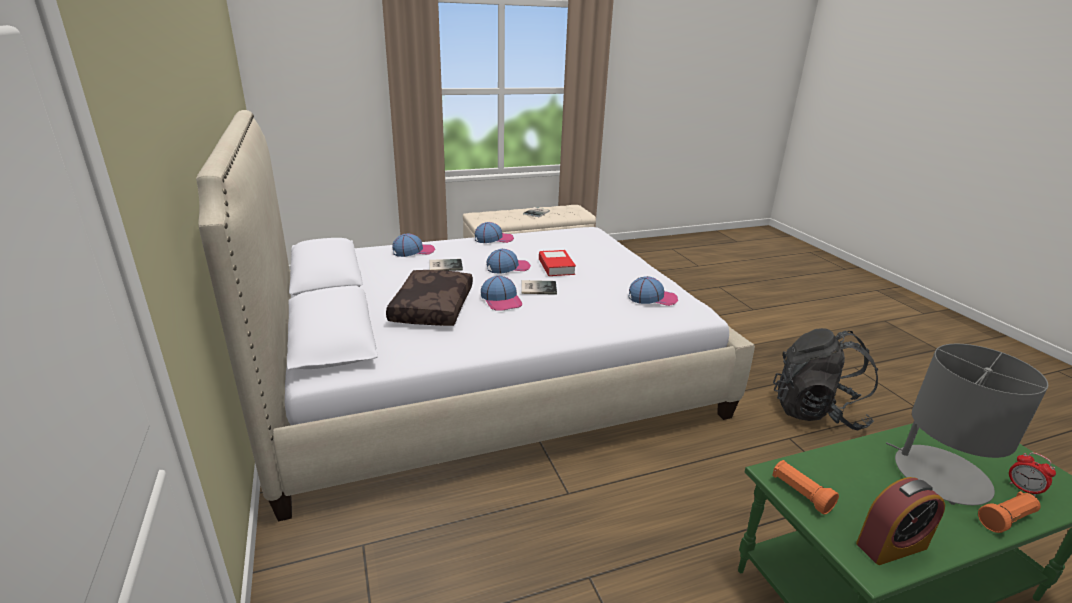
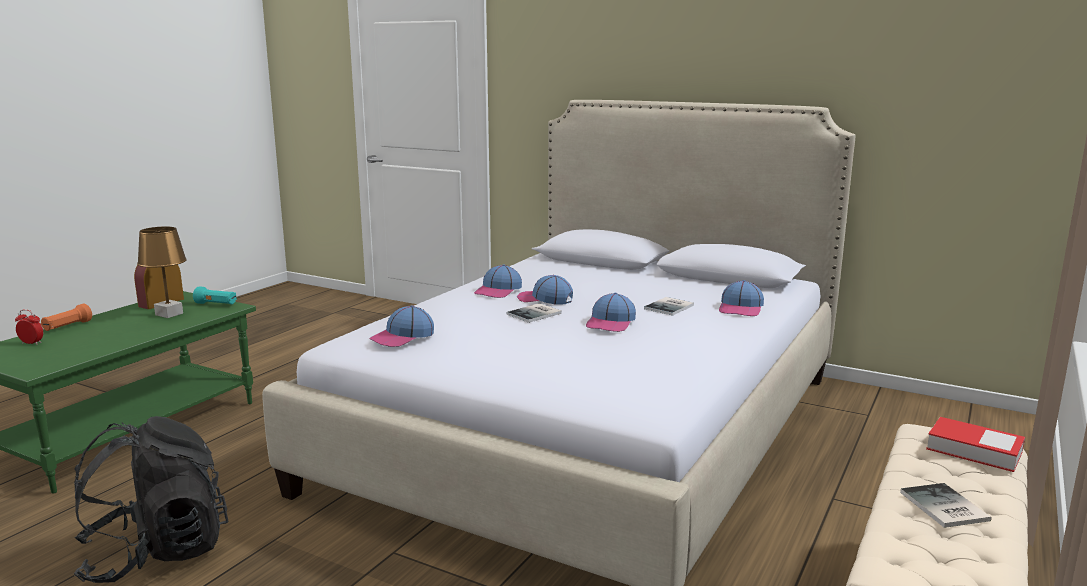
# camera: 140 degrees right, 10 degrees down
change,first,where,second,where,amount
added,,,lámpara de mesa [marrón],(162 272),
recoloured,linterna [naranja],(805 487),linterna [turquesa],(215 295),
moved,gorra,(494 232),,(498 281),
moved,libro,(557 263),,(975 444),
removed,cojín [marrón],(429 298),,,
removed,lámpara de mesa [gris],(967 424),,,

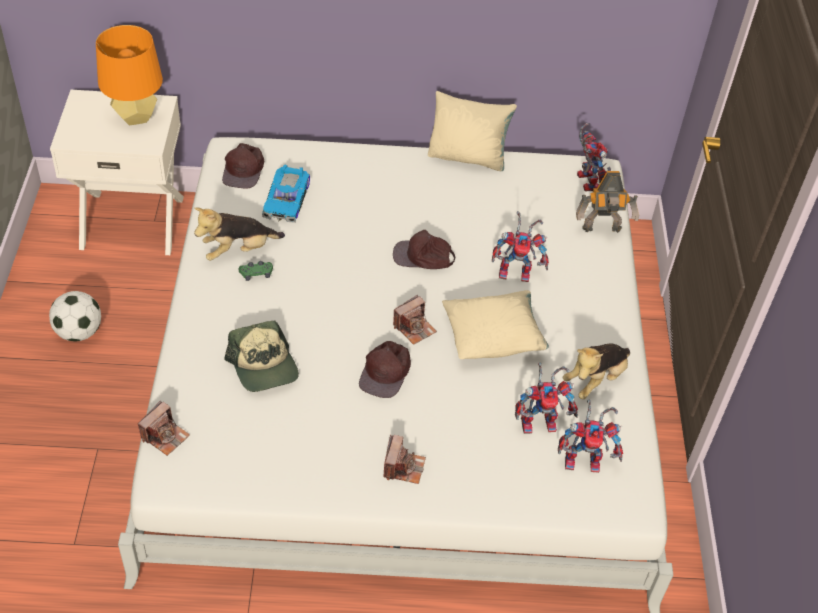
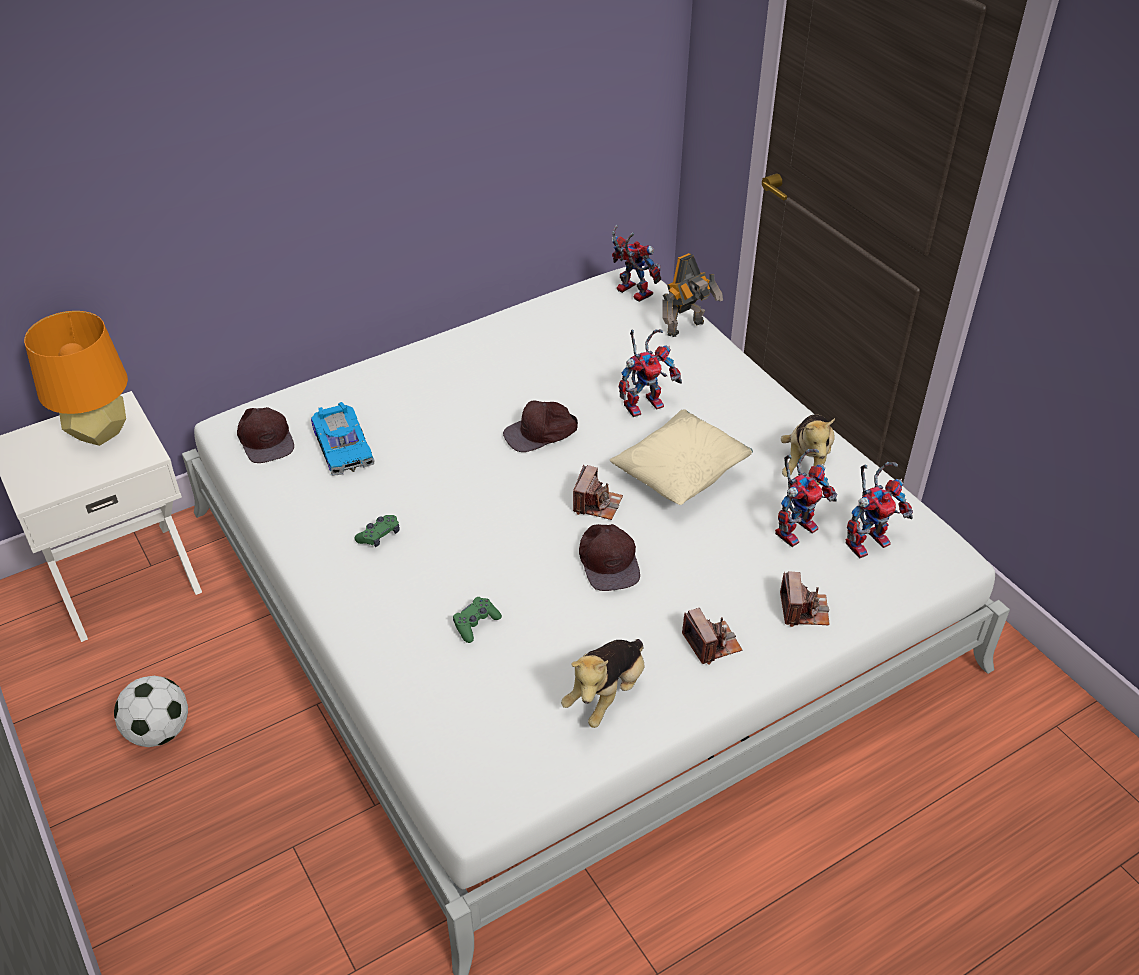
# camera: 30 degrees left, 5 degrees down
change,first,where,second,where,amount
replaced,gorra,(261 356),mando de consola [verde],(477 620),
moved,peluche,(239 233),,(603 683),
moved,cámara,(164 428),,(805 599),
removed,cojín [beis],(472 131),,,

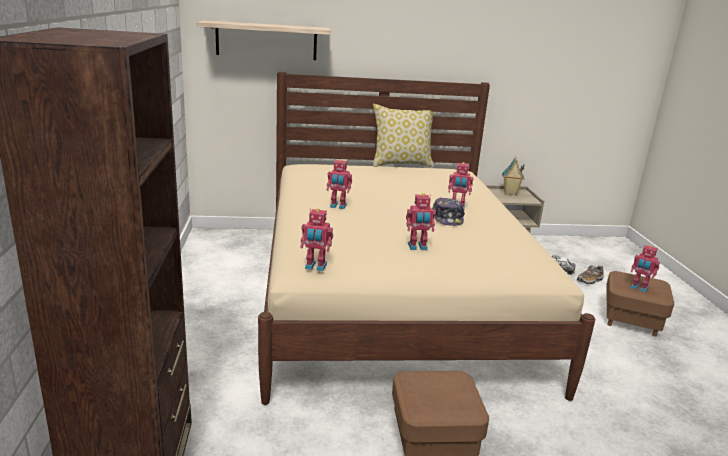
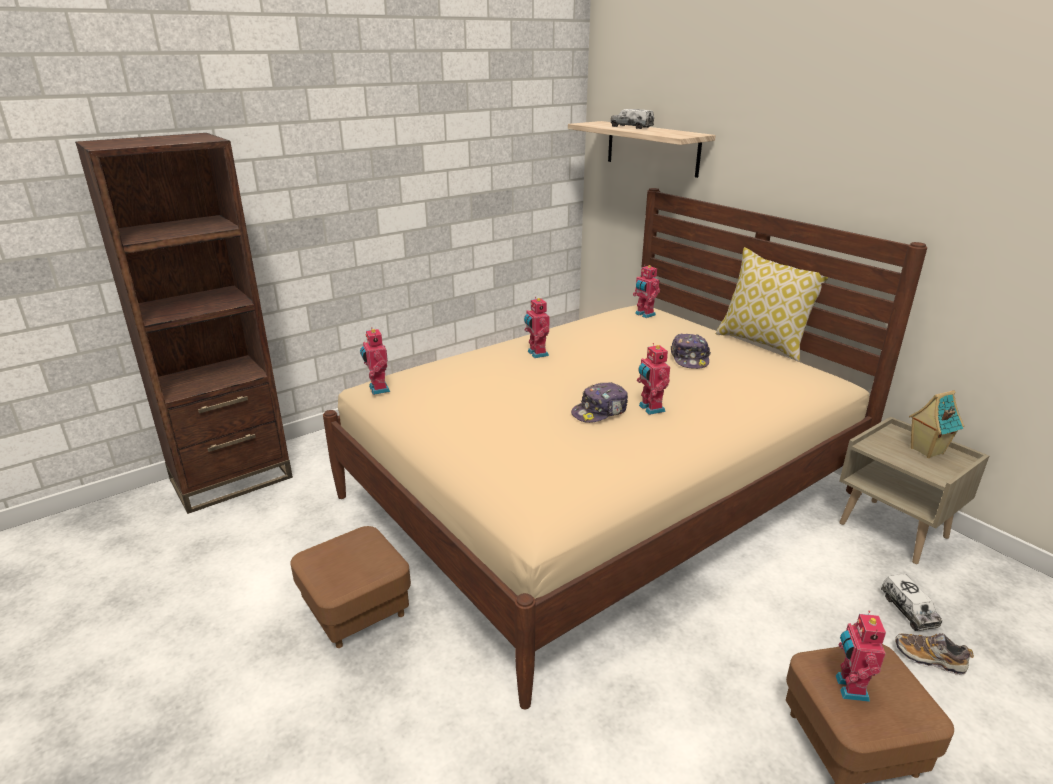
# camera: 60 degrees right, 5 degrees up
change,first,where,second,where,amount
added,,,camión de juguete,(632 119),
moved,robot de juguete,(421 221),,(646 291),
added,,,gorra,(691 351),

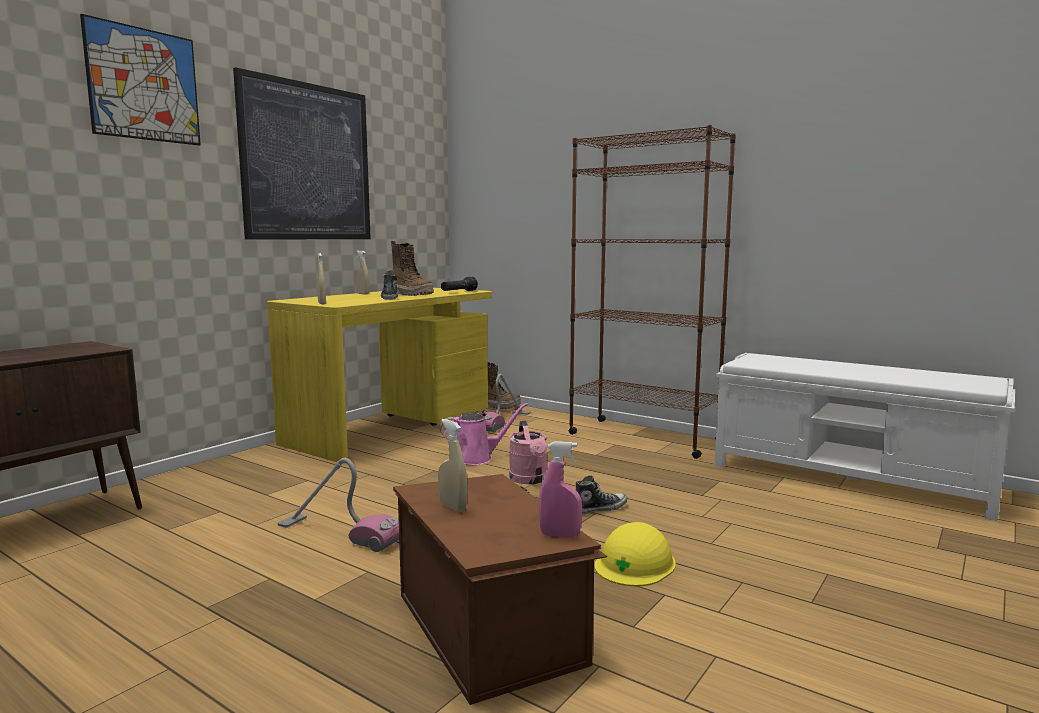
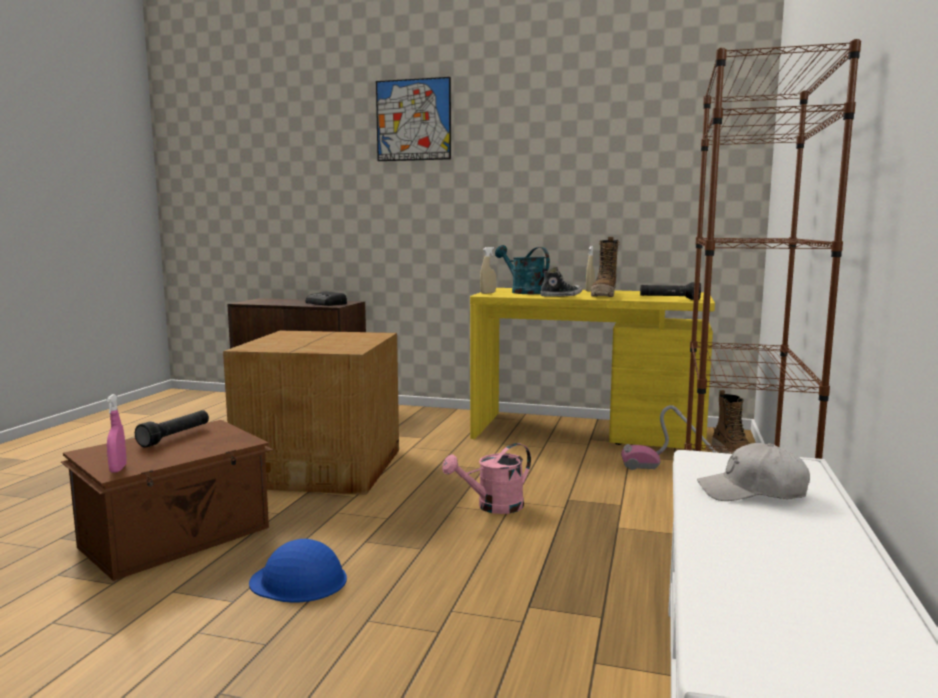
# camera: 70 degrees right, 0 degrees up
change,first,where,second,where,amount
replaced,pulverizador [beis],(453 465),linterna [negro],(172 429),
replaced,aspiradora,(338 505),caja de cartón,(311 413),
recoloured,casco [amarillo],(635 554),casco [azul],(298 571),
added,,,radio,(326 298),
added,,,regadera [turquesa],(522 269),
added,,,gorra [blanco],(753 472),
removed,cuadro,(302 153),,,
removed,regadera [rosa],(483 434),,,
removed,zapato,(601 494),,,

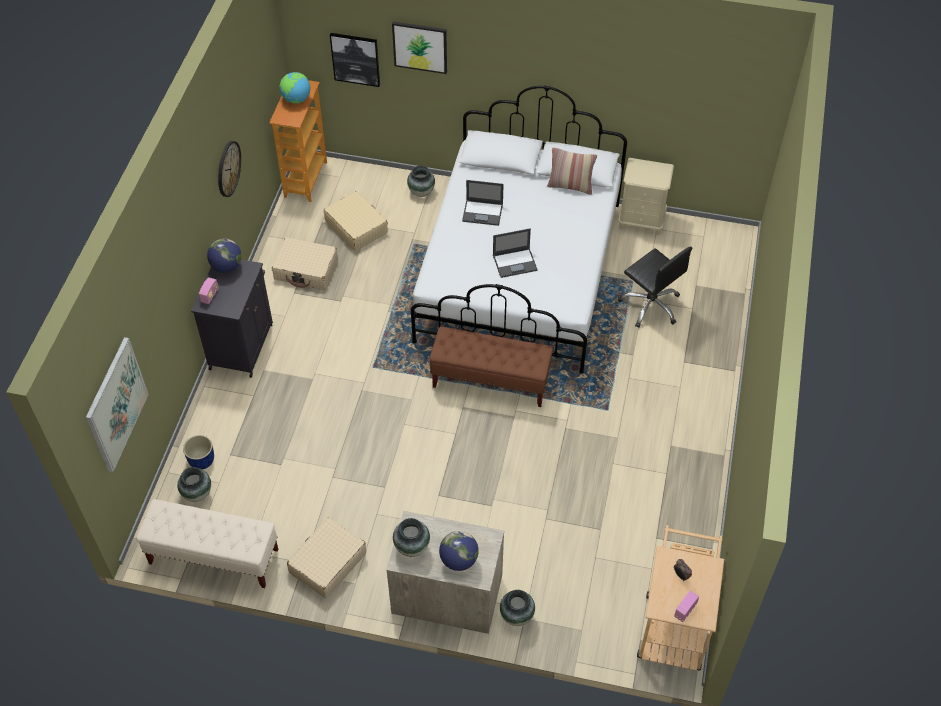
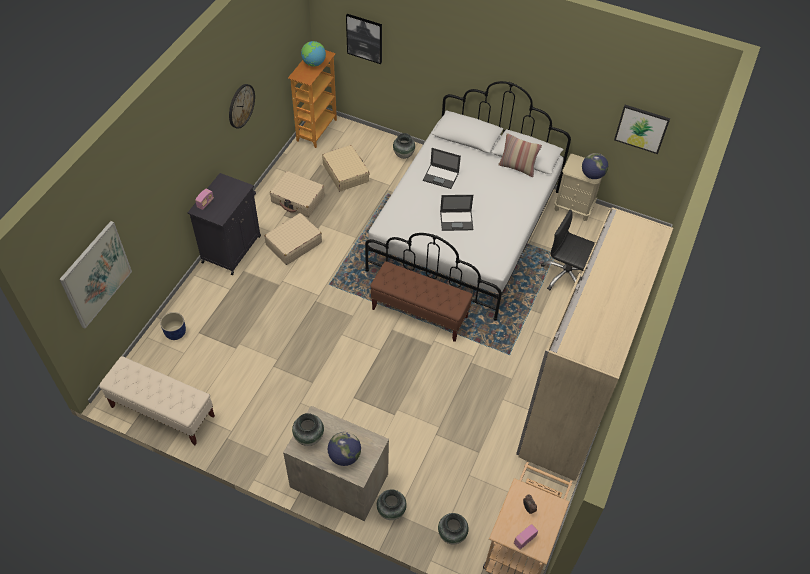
# camera: 10 degrees right, 0 degrees up
change,first,where,second,where,amount
moved,maleta [beis],(326 557),,(293 239),
moved,florero,(194 484),,(453 528),
added,,,armario ropero [beis],(594 344),
turned,silla de oficina [negro],(655 287),,(568 250),150 degrees clockwise
moved,globo terráqueo,(224 256),,(595 166),
moved,cuadro,(419 48),,(642 129),

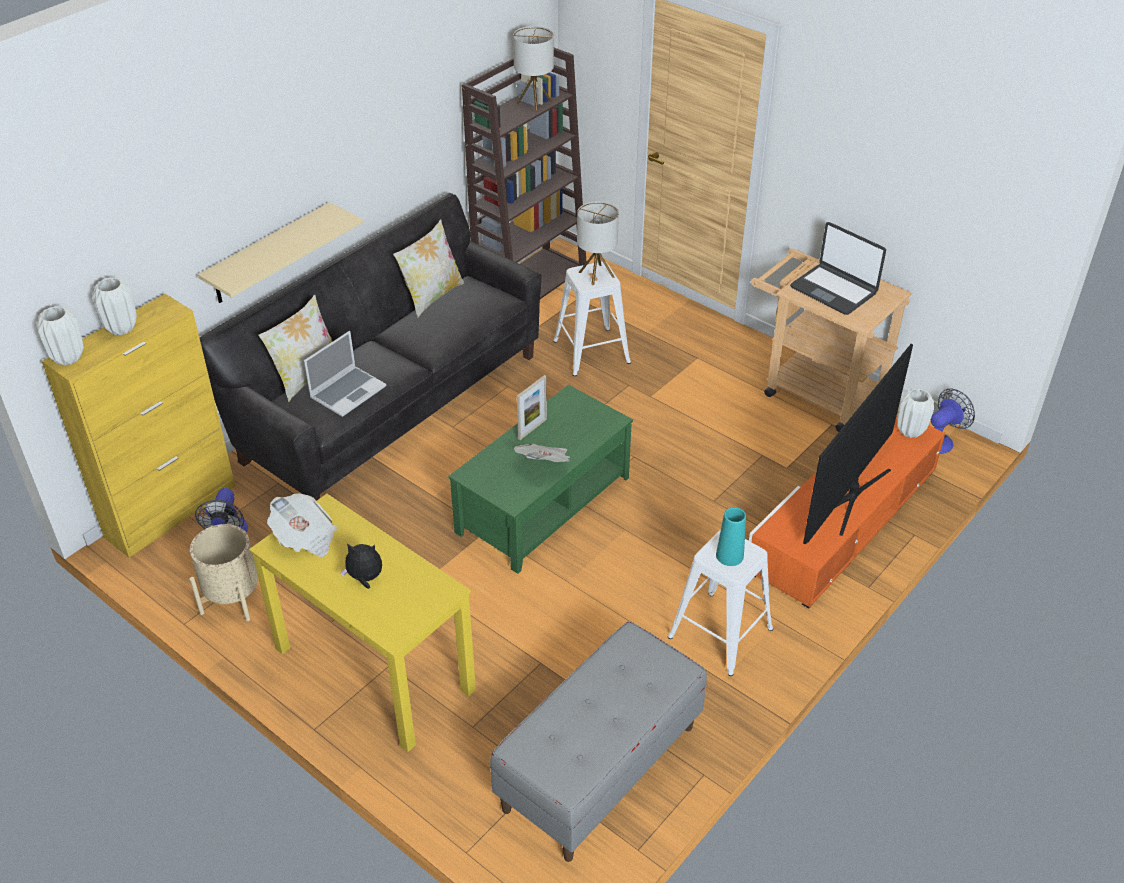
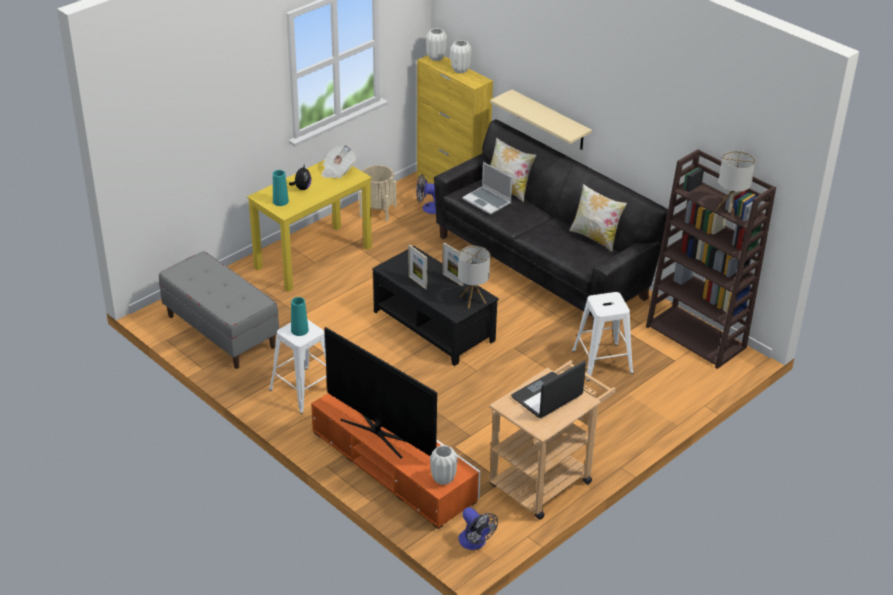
# camera: 95 degrees right, 5 degrees down
change,first,where,second,where,amount
added,,,florero [turquesa],(281 188),
recoloured,mesa de centro [verde],(540 479),mesa de centro [negro],(435 306),
replaced,periódico,(542 453),portarretratos,(417 267),
moved,lámpara de mesa,(598 243),,(474 277),

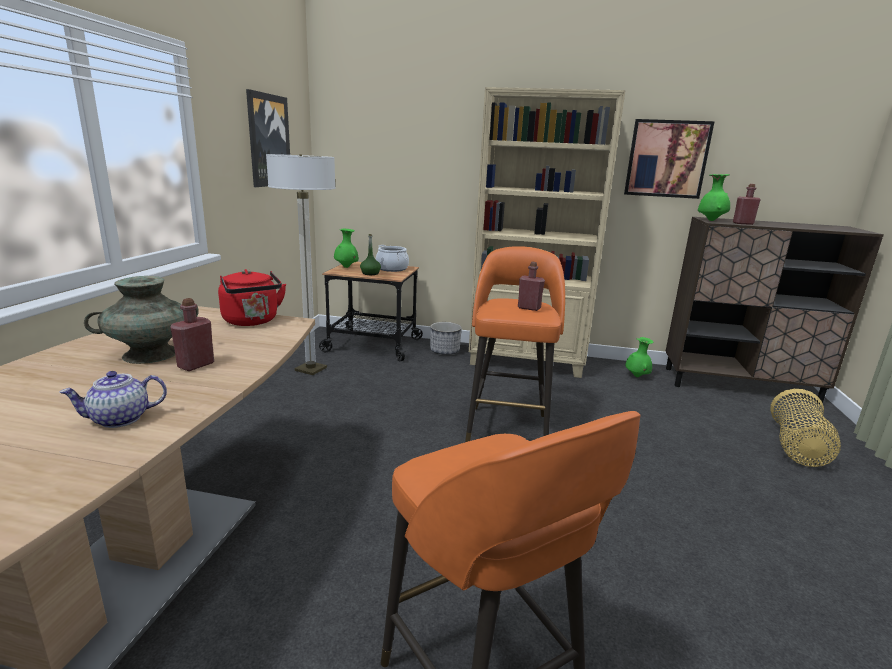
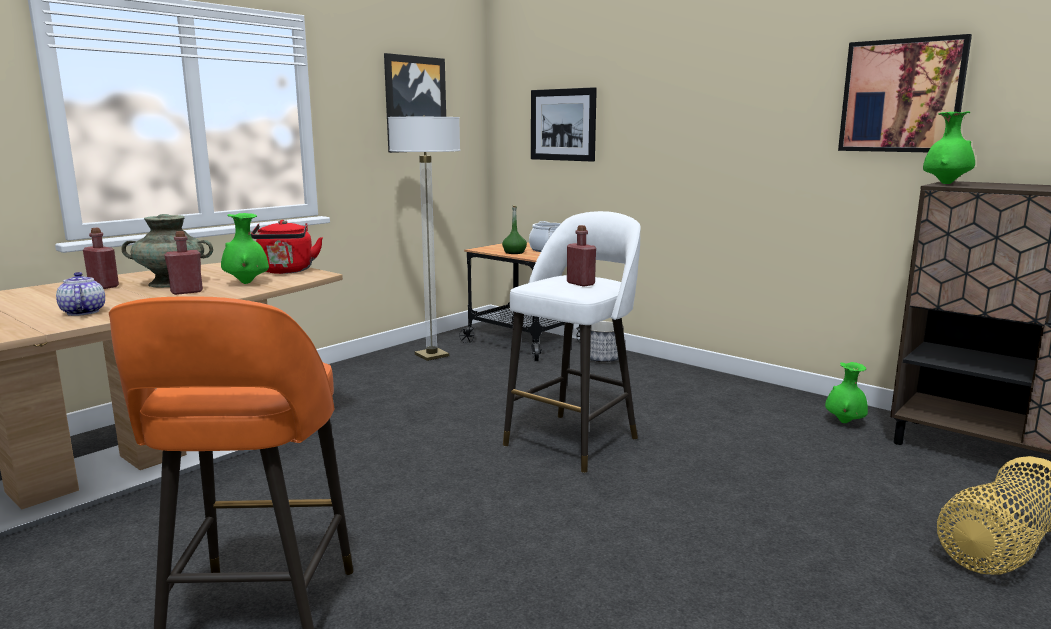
# camera: 30 degrees right, 5 degrees down
change,first,where,second,where,amount
turned,tetera,(113 399),,(80 294),60 degrees clockwise
moved,botella [rojo],(747 204),,(101 258),
moved,florero [verde],(346 248),,(245 248),
recoloured,taburete [naranja],(515 344),taburete [blanco],(572 342),
added,,,cuadro,(564 124),
removed,estantería [beis],(547 232),,,

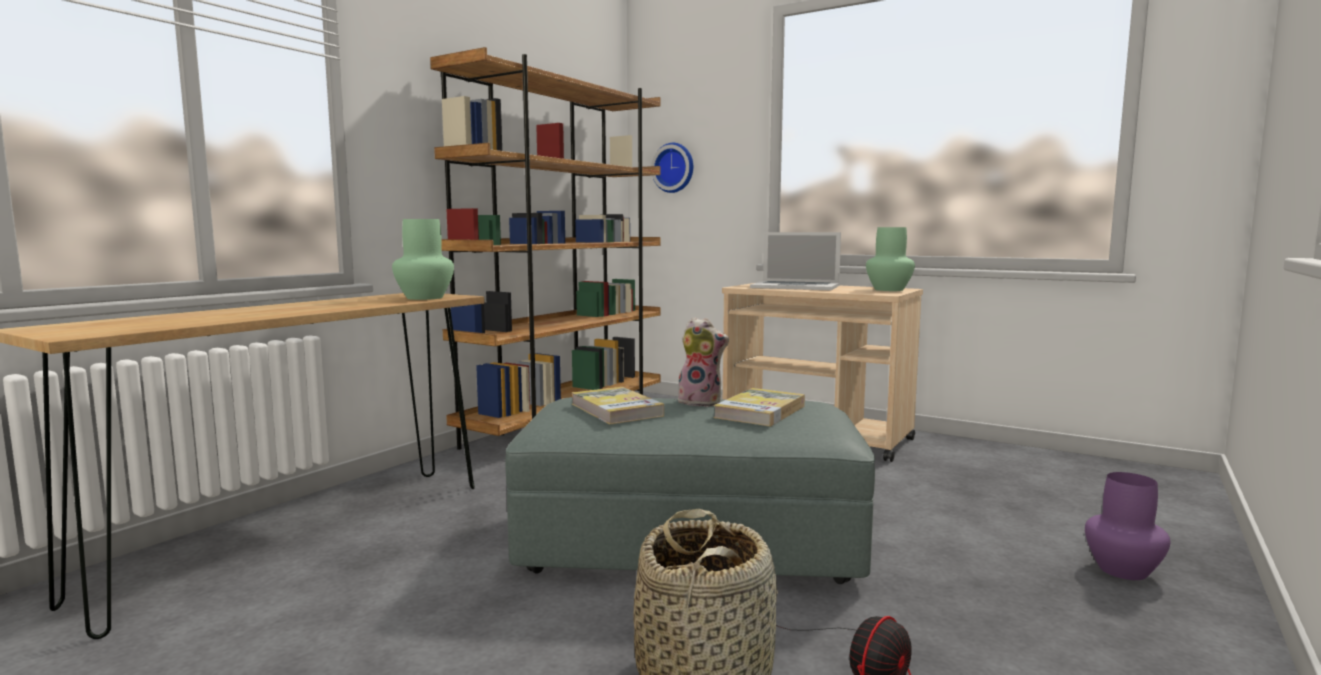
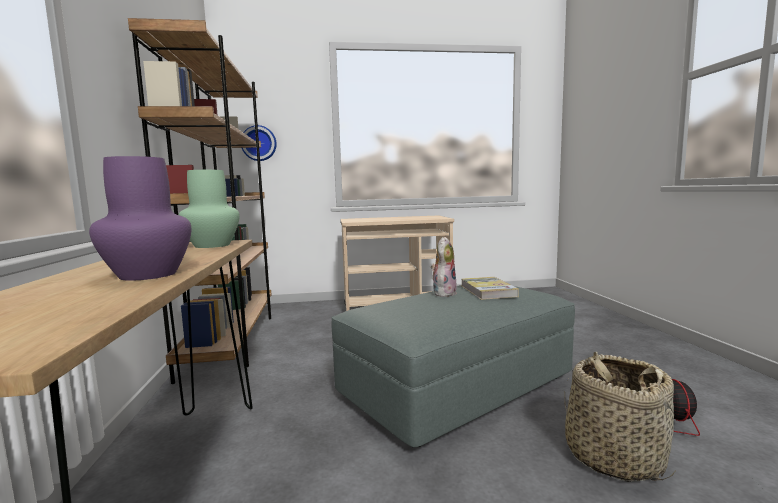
# camera: 40 degrees left, 0 degrees up
change,first,where,second,where,amount
moved,florero [morado],(1127 526),,(140 218),
turned,peluche,(703 362),,(444 267),45 degrees counterclockwise
removed,libro,(618 406),,,
removed,portátil,(795 261),,,
removed,florero [verde],(890 259),,,

